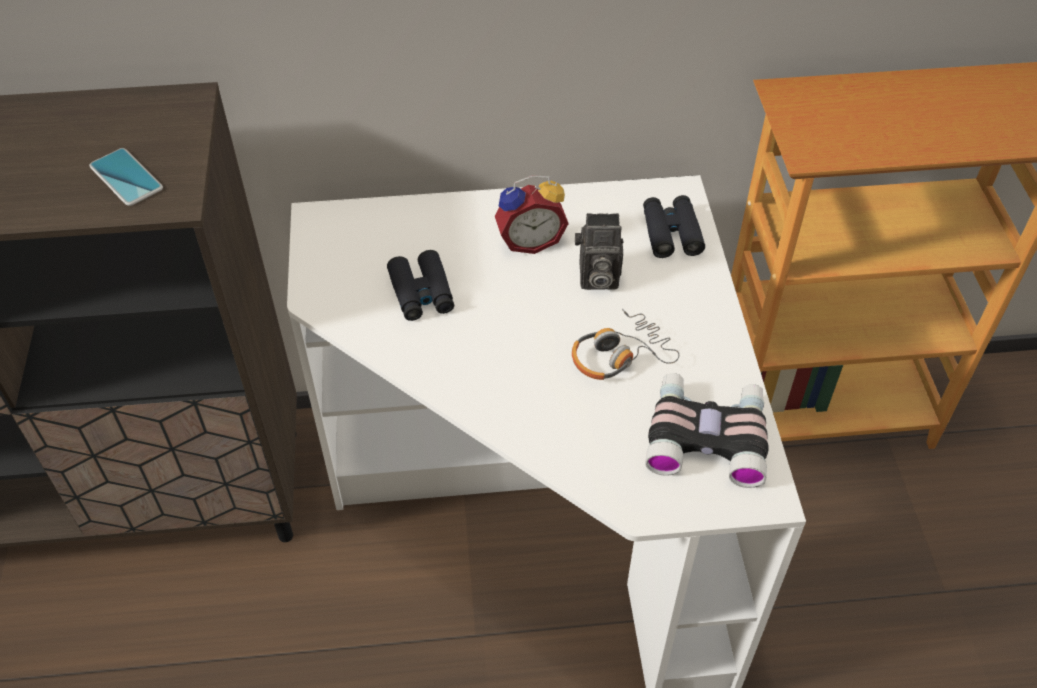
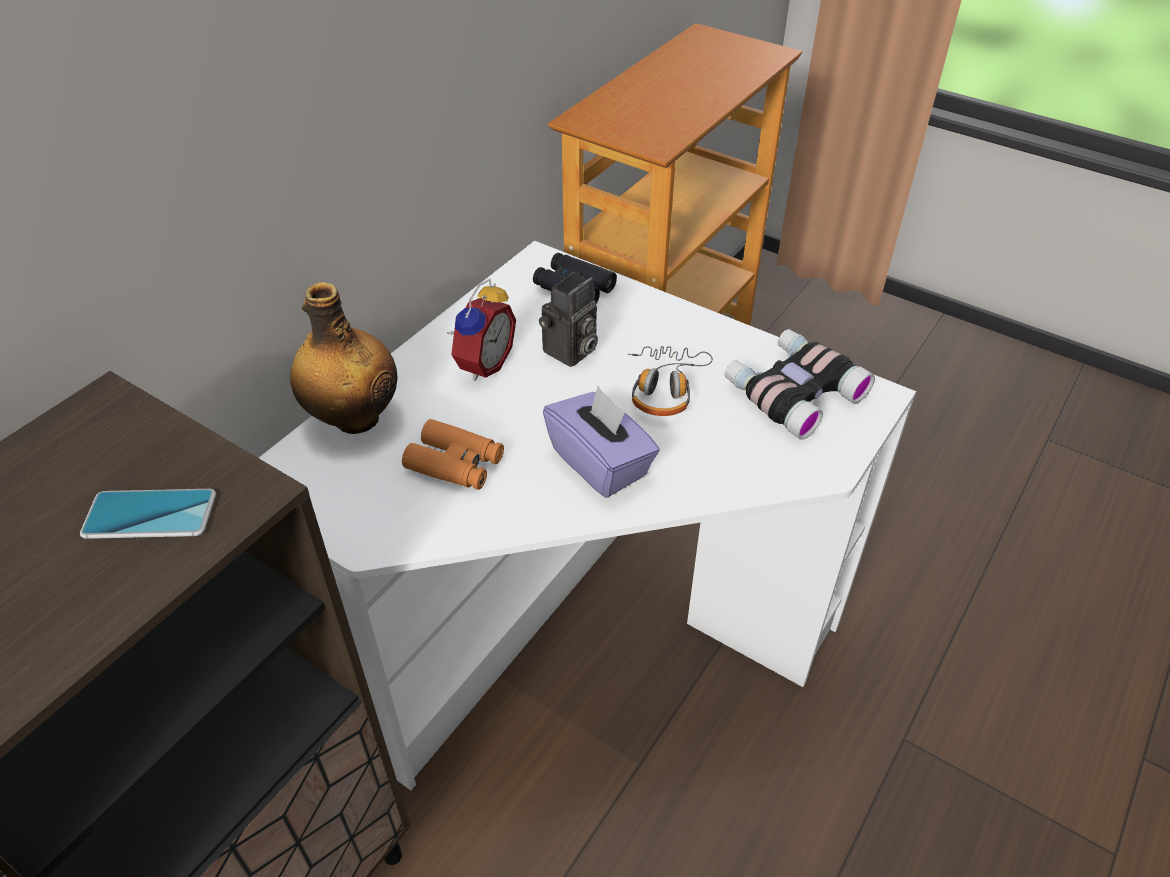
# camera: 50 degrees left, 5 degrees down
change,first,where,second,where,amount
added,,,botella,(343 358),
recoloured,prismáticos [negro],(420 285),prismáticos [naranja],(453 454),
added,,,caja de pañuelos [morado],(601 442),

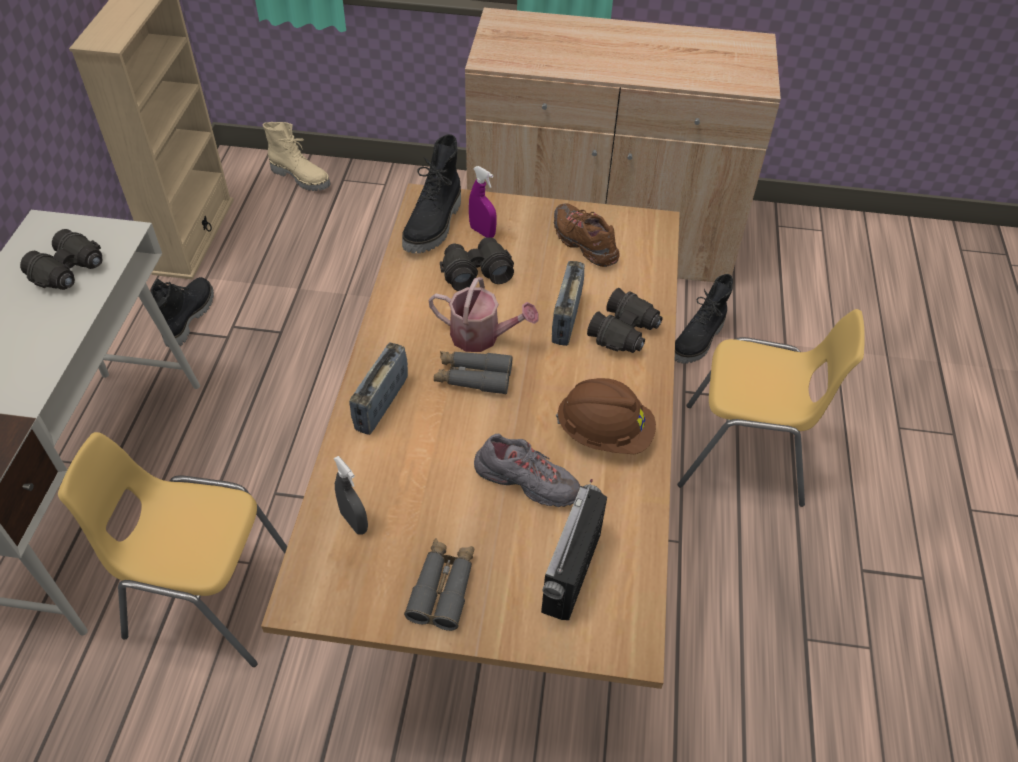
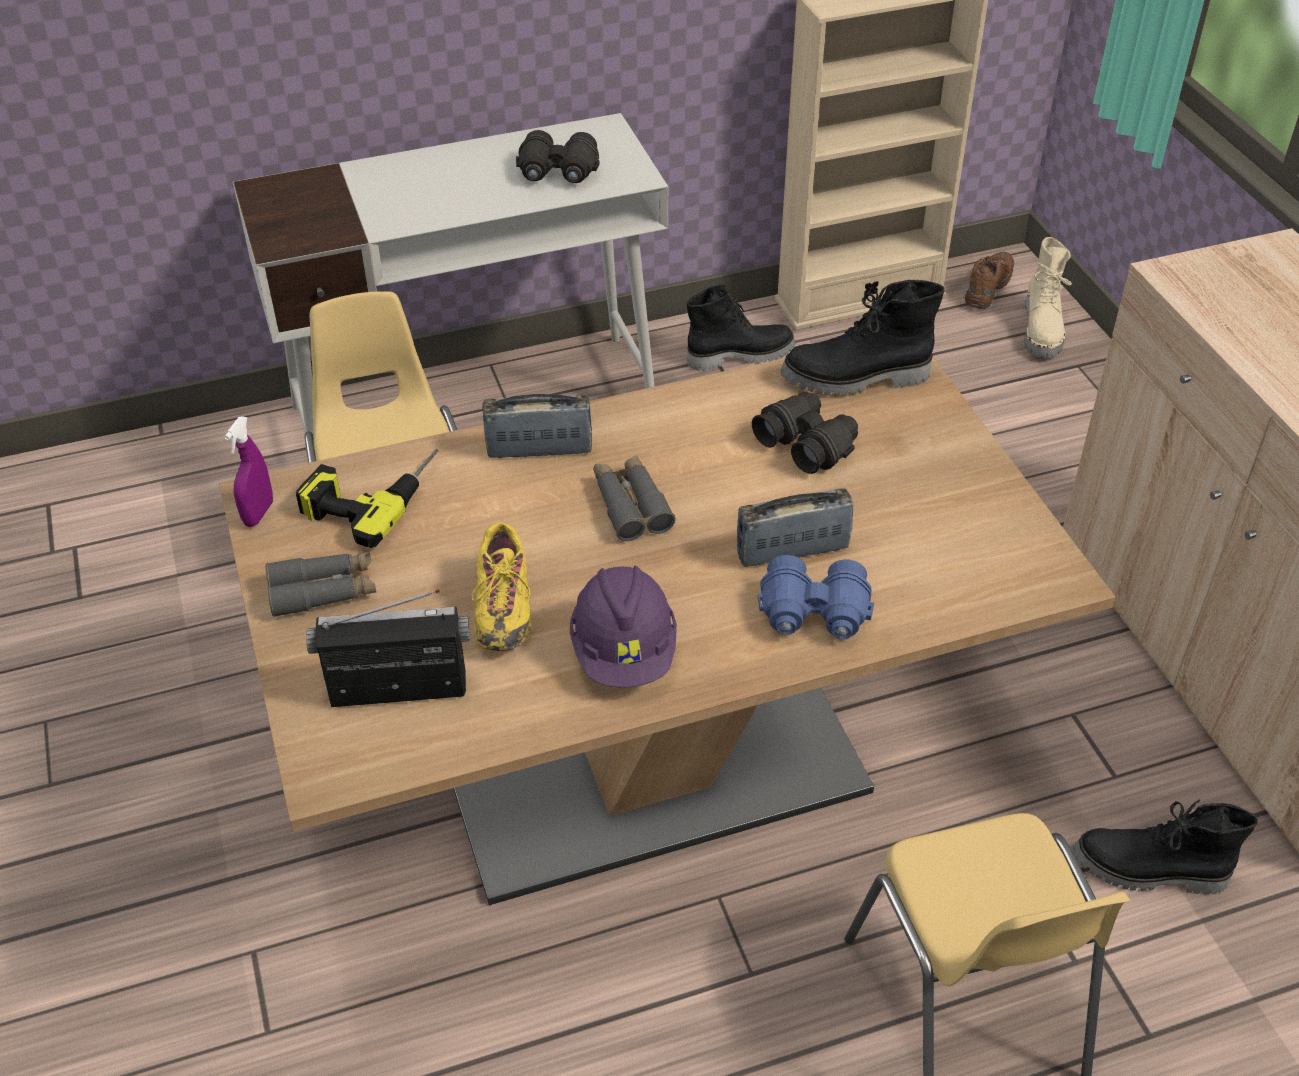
# camera: 65 degrees right, 5 degrees down
change,first,where,second,where,amount
moved,pulverizador [morado],(483 202),,(248 471),
replaced,pulverizador [gris],(350 495),taladro,(367 498),
recoloured,zapato [gris],(527 470),zapato [amarillo],(501 586),
recoloured,casco [marrón],(606 416),casco [morado],(623 626),
recoloured,prismáticos [negro],(625 320),prismáticos [azul],(816 597),
moved,zapato [marrón],(587 235),,(989 280),
removed,regadera,(483 314),,,

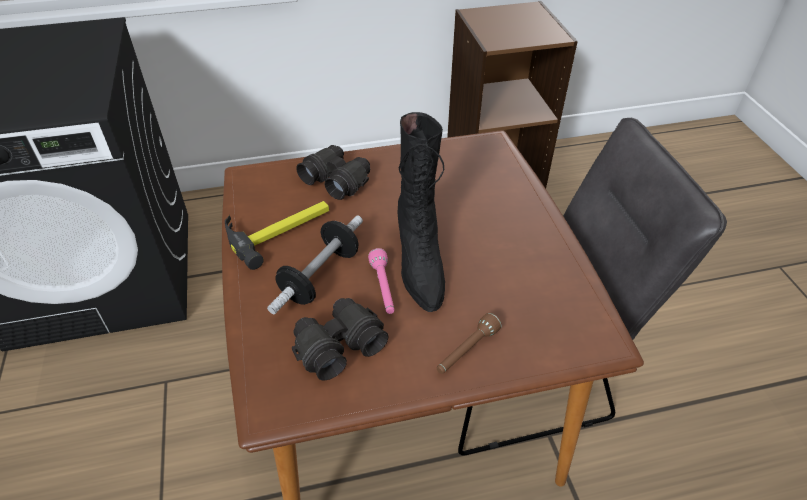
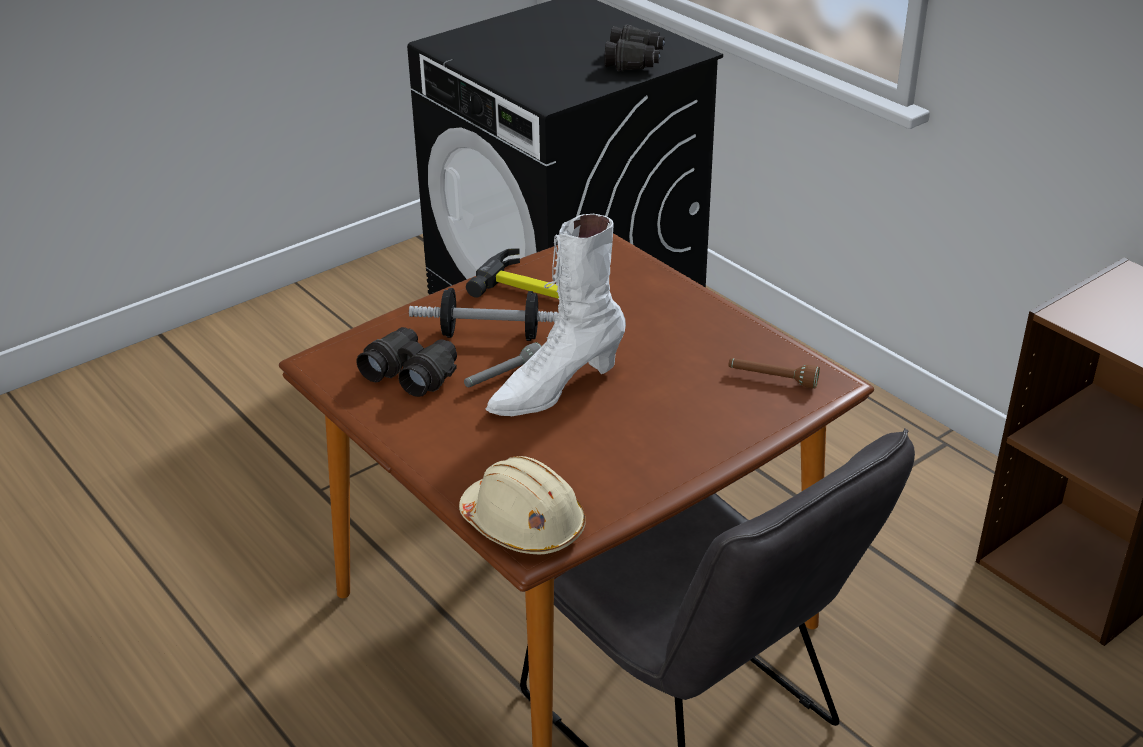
# camera: 65 degrees right, 10 degrees down
change,first,where,second,where,amount
added,,,casco [beis],(522 505),
recoloured,linterna [rosa],(381 281),linterna [gris],(503 364),
recoloured,bota [negro],(421 212),bota [blanco],(556 315),
moved,prismáticos [negro],(333 172),,(635 47),
moved,linterna [marrón],(469 343),,(774 373),

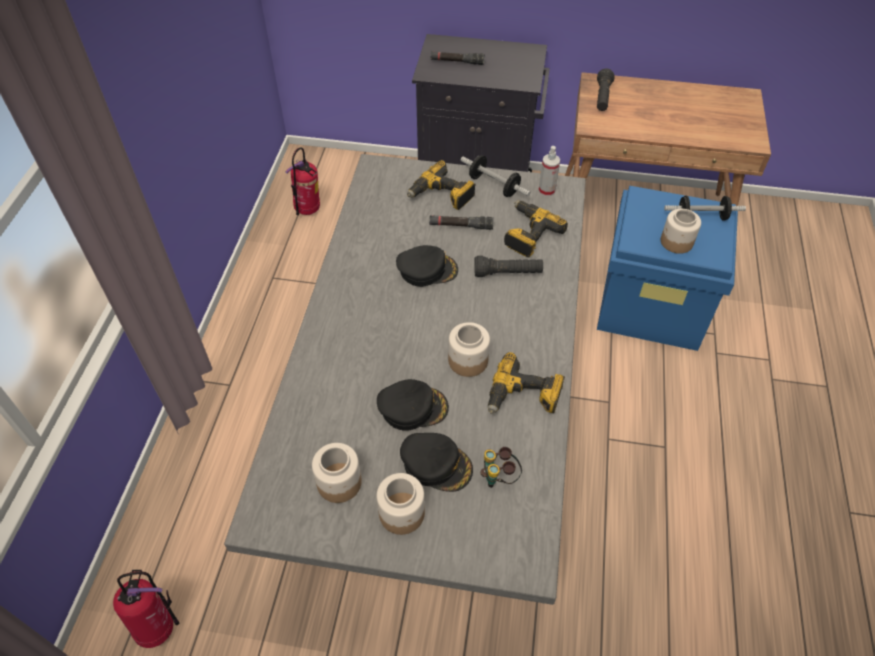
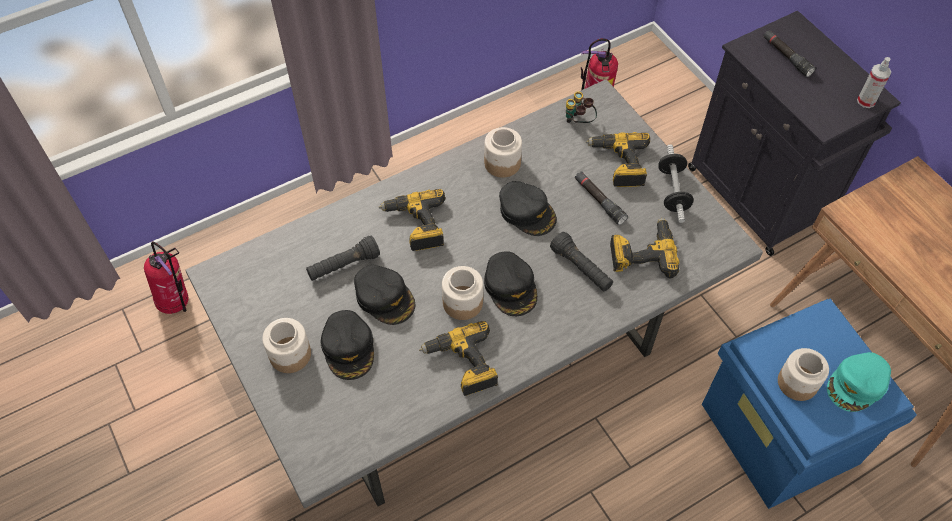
# camera: 50 degrees right, 5 degrees up
change,first,where,second,where,amount
moved,linterna [negro],(606 90),,(343 258),
added,,,taladro,(412 220),
moved,tarro,(337 473),,(503 152),
added,,,gorra [negro],(510 283),
moved,prismáticos,(501 467),,(581 107),
replaced,mancuerna,(705 208),gorra [turquesa],(859 382),
moved,pulverizador,(549 171),,(874 82),

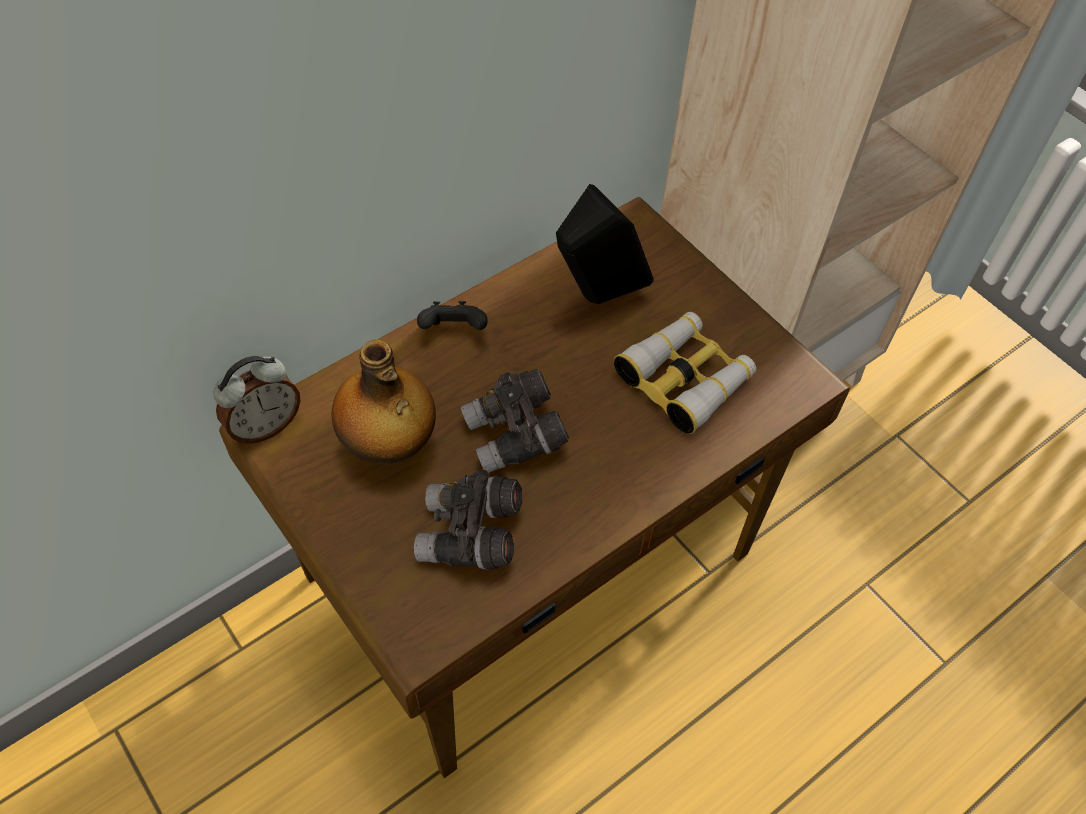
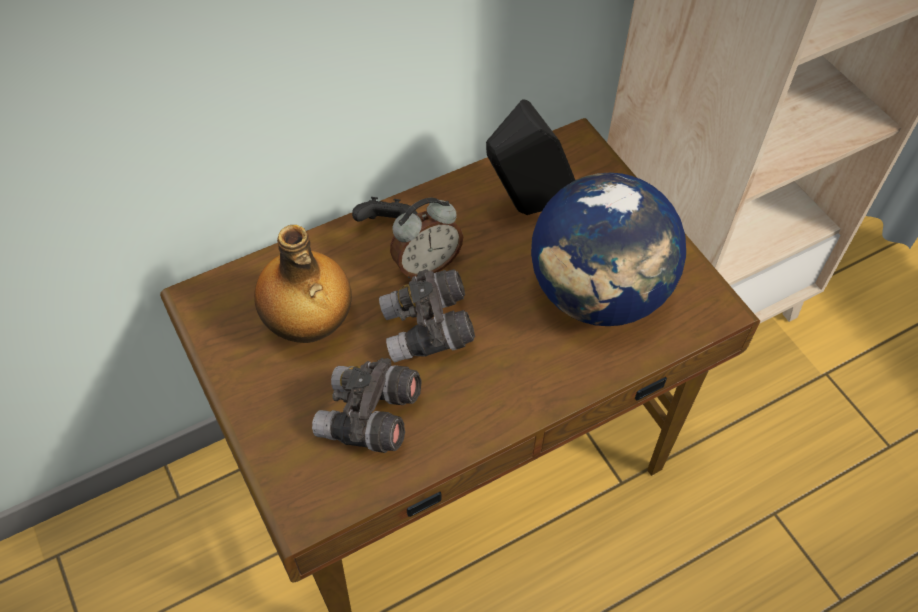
# camera: 10 degrees right, 0 degrees up
change,first,where,second,where,amount
moved,despertador,(256 400),,(426 237),
replaced,prismáticos,(685 373),globo terráqueo,(608 249),

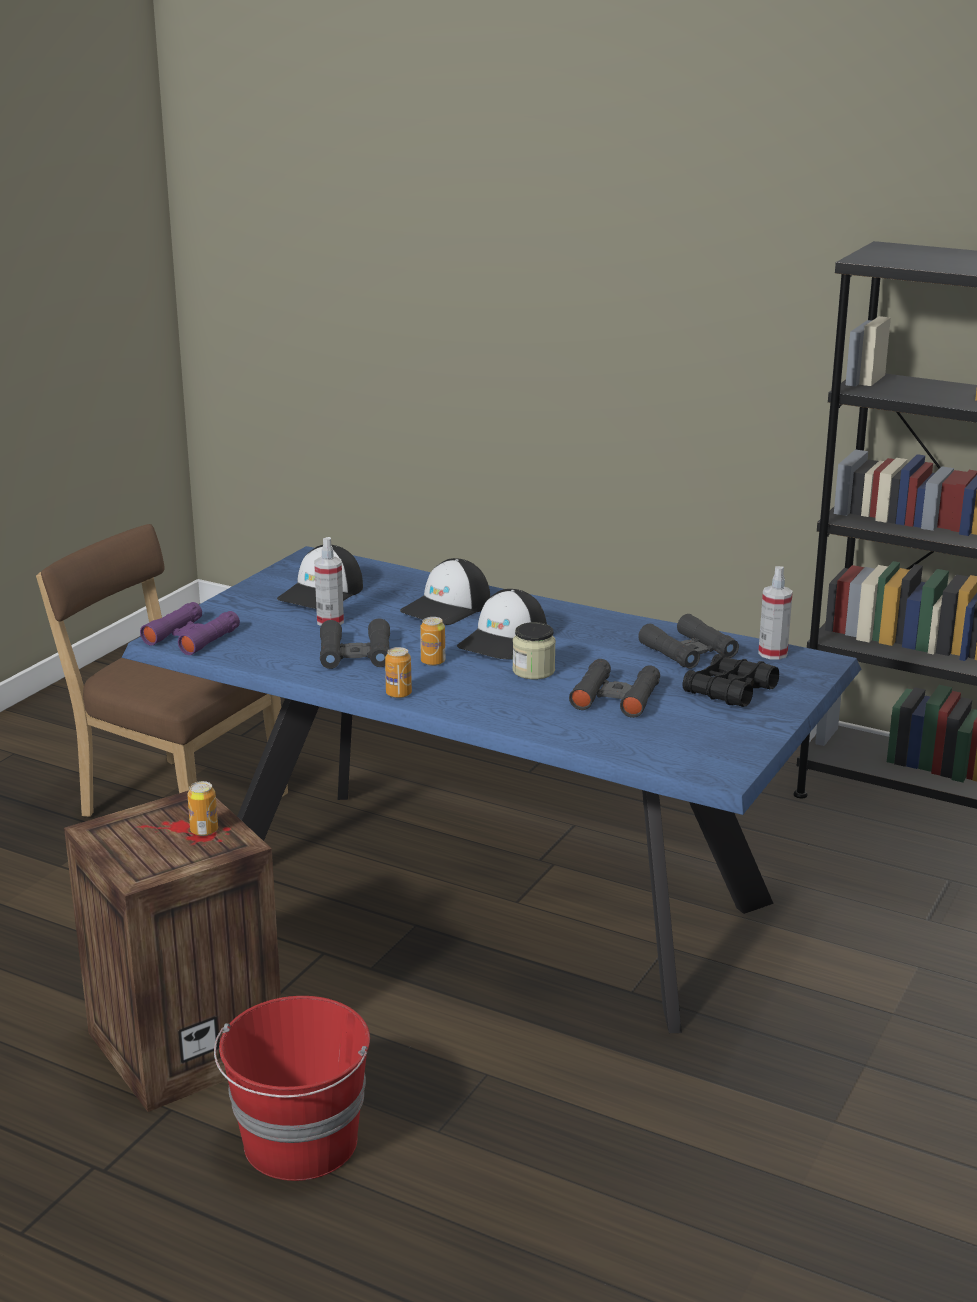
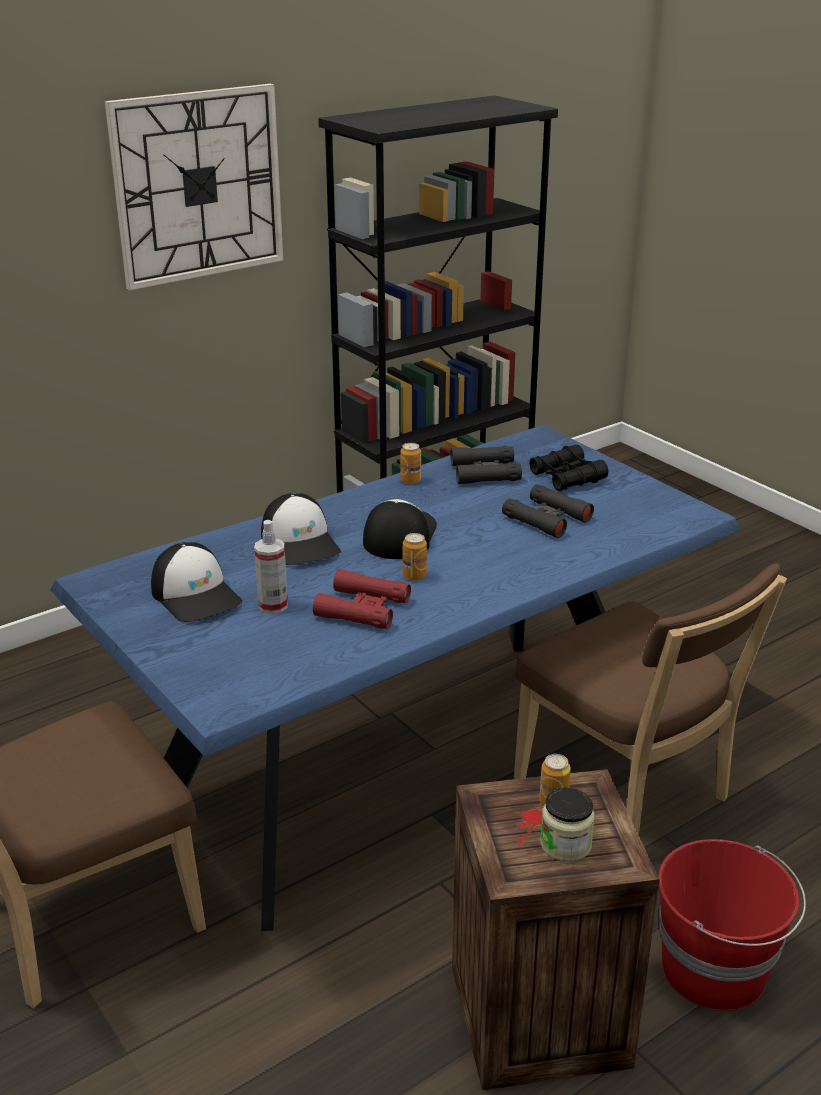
# camera: 65 degrees left, 5 degrees up
change,first,where,second,where,amount
added,,,reloj de pared,(194 187),
recoloured,prismáticos [negro],(355 643),prismáticos [rojo],(362 599),
turned,gorra,(502 624),,(400 529),135 degrees counterclockwise
moved,lata,(398 672),,(410 463),
added,,,silla [marrón],(650 699),
moved,tarro,(534 650),,(567 825),
removed,prismáticos [morado],(190 628),,,
removed,pulverizador,(775 612),,,

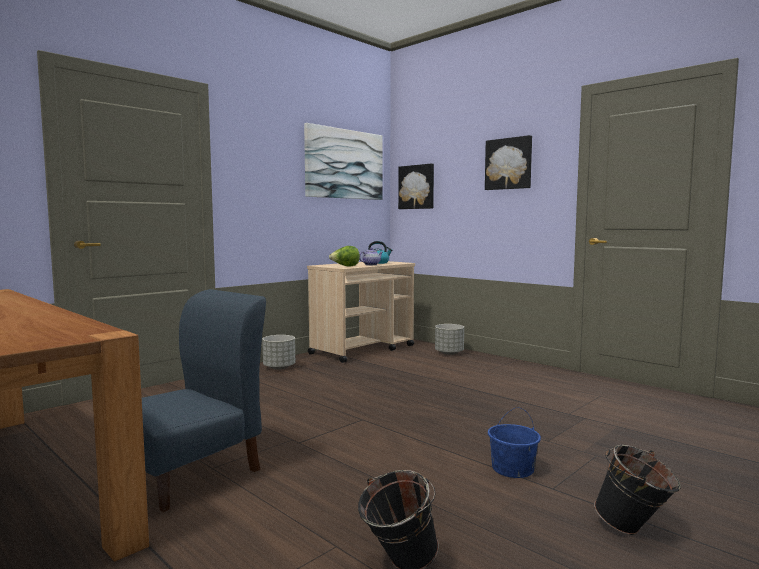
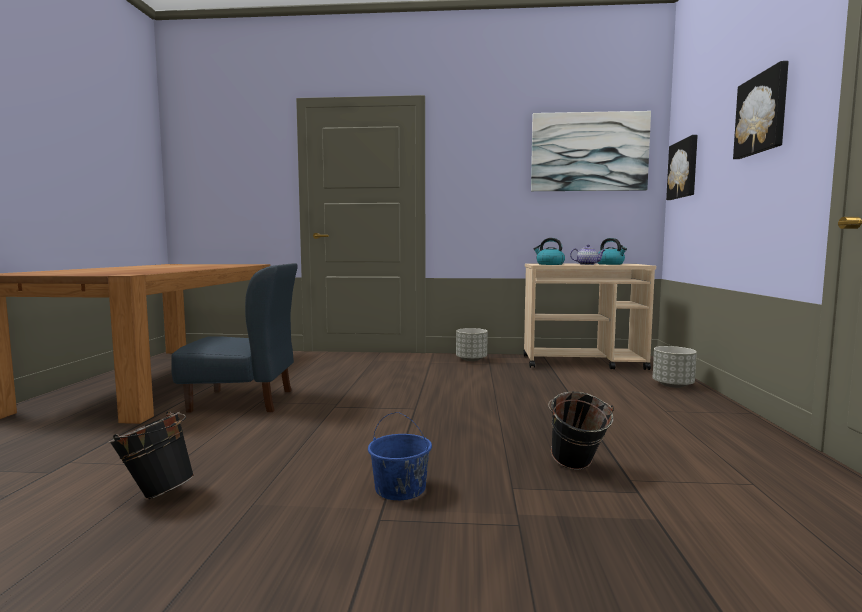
# camera: 50 degrees right, 0 degrees up
change,first,where,second,where,amount
replaced,lechuga,(344 256),hervidor,(549 251),
moved,cubo [negro],(637 490),,(581 430),

